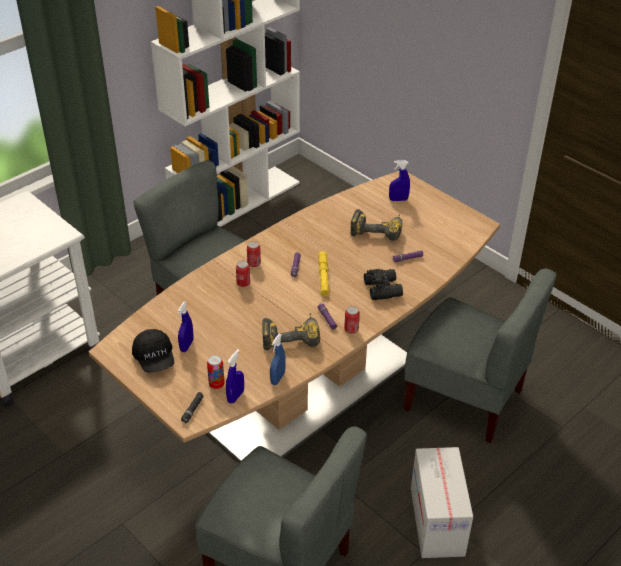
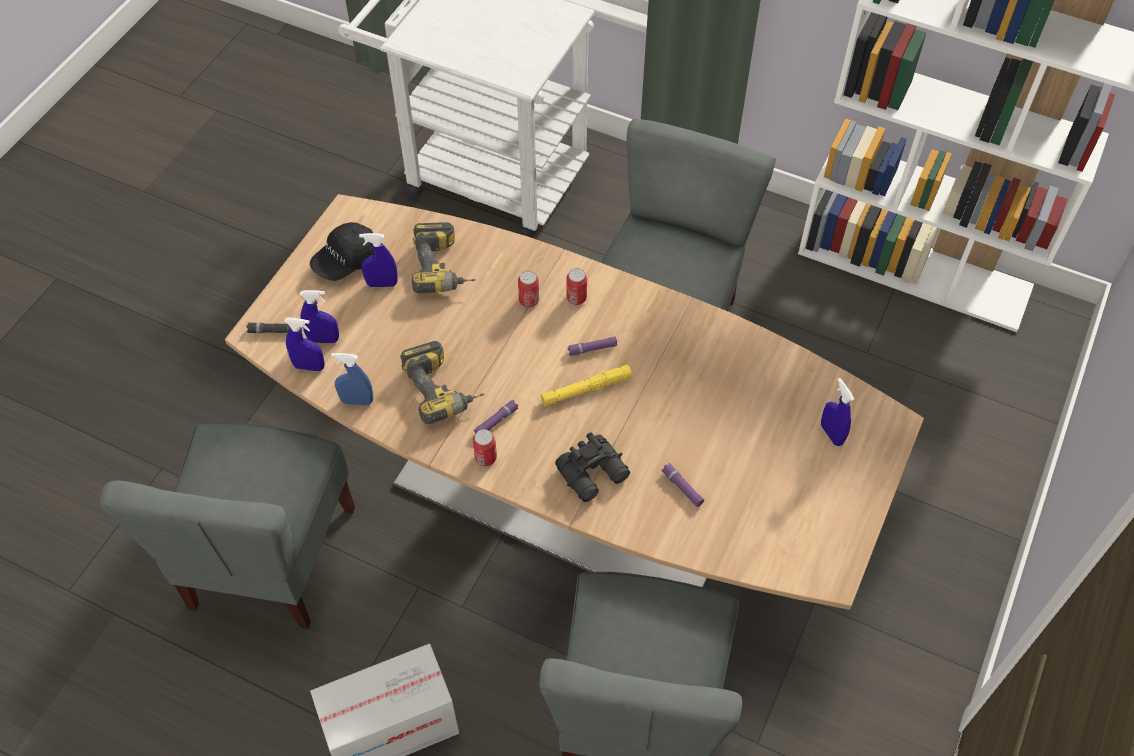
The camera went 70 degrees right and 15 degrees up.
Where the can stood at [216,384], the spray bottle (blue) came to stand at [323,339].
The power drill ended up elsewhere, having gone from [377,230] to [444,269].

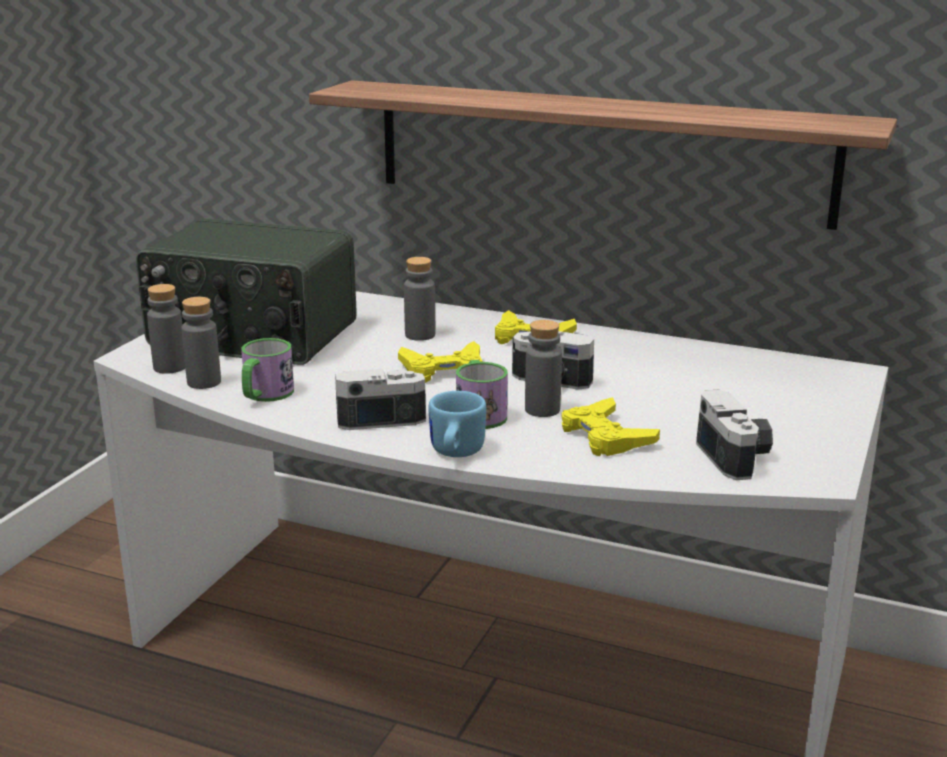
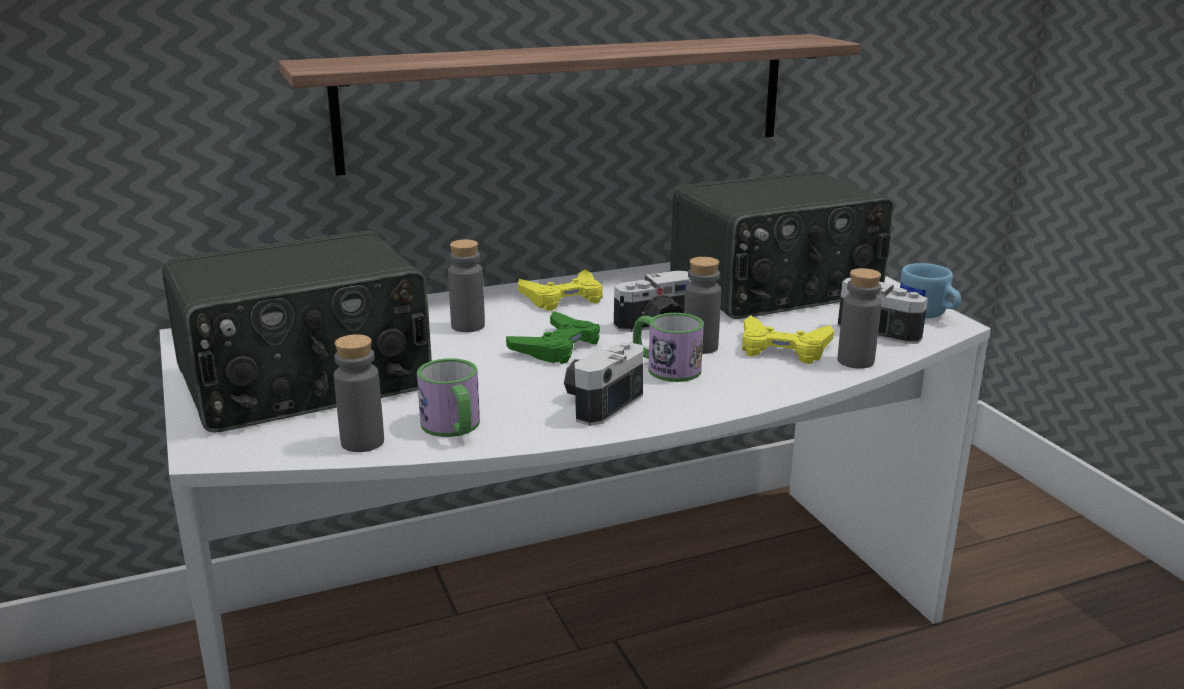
The camera went 45 degrees left and 0 degrees up.
The bottle (grey) ended up elsewhere, having gone from [170,367] to [855,361].
What was the game controller (yellow) at [443,370] turned into the game controller (green) at [557,346].
The mug (blue) ended up elsewhere, having gone from [454,453] to [927,316].
The second view gained the radio at [776,289].

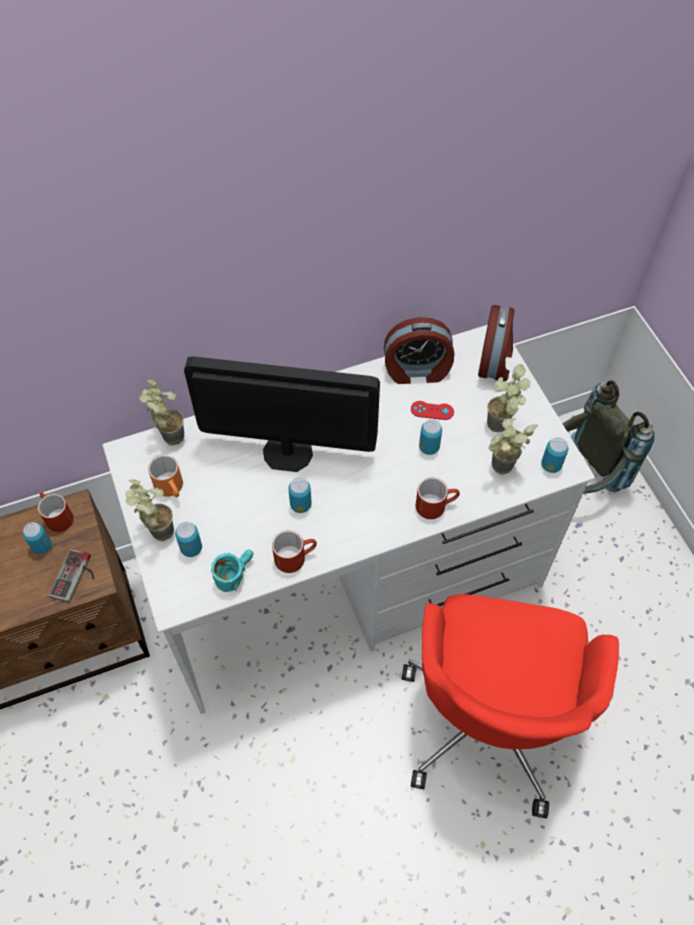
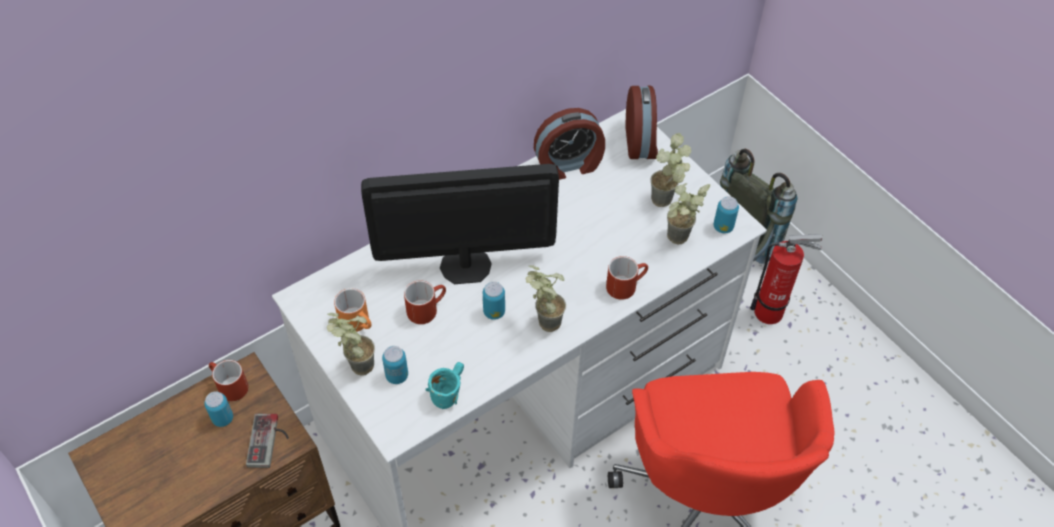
The camera went 15 degrees left and 5 degrees down.
The potted plant ended up elsewhere, having gone from [168,434] to [542,322].
The mug (red) ended up elsewhere, having gone from [295,556] to [426,308].
The second view lost the game controller (red) at [432,410].
The second view lost the can at [429,447].
The second view gained the fire extinguisher at [772,312].

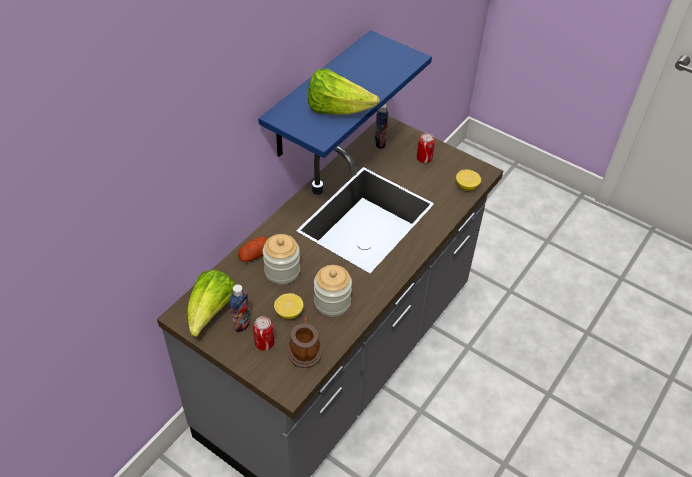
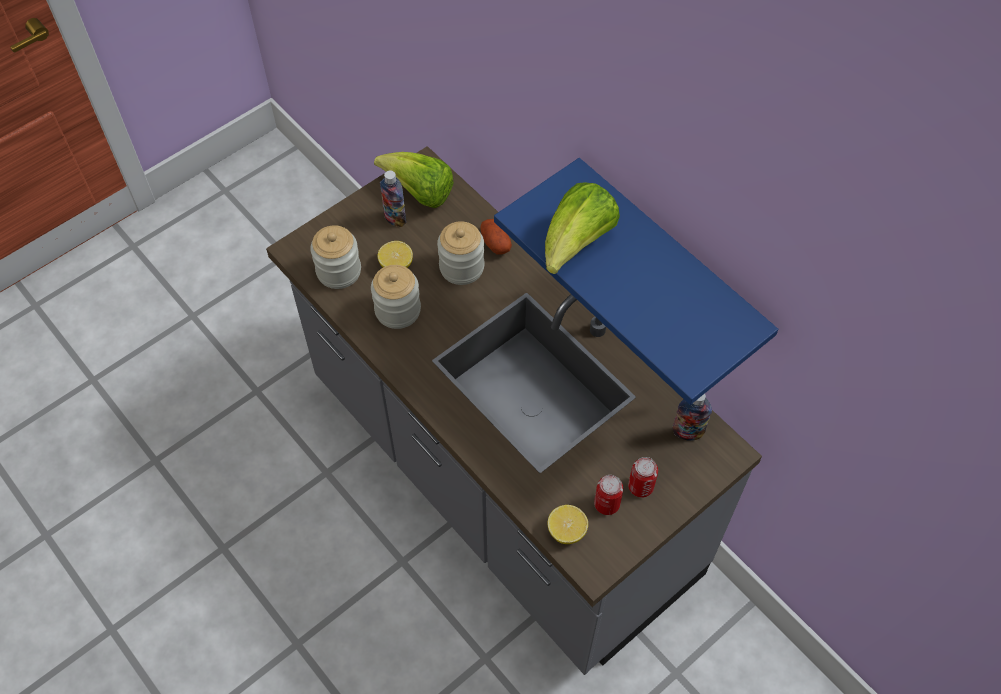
The camera went 105 degrees right and 10 degrees up.
The can ended up elsewhere, having gone from [264,343] to [606,504].
Where the mug stood at [305,350], the jar came to stand at [339,271].

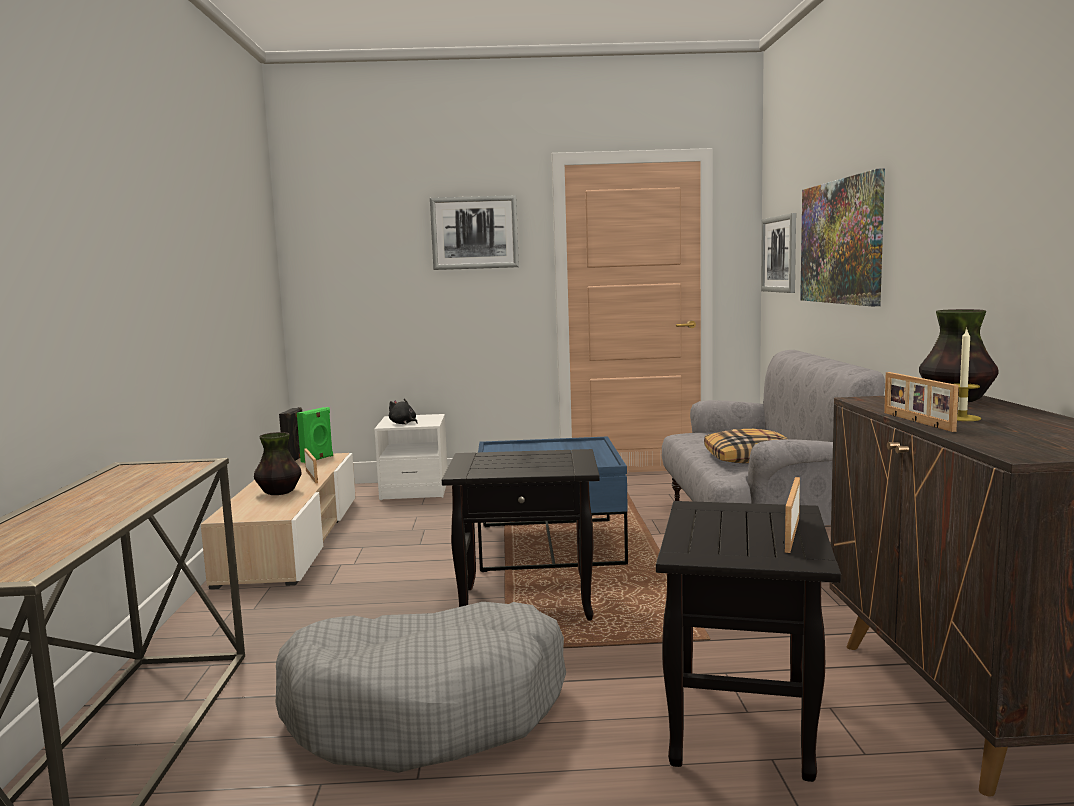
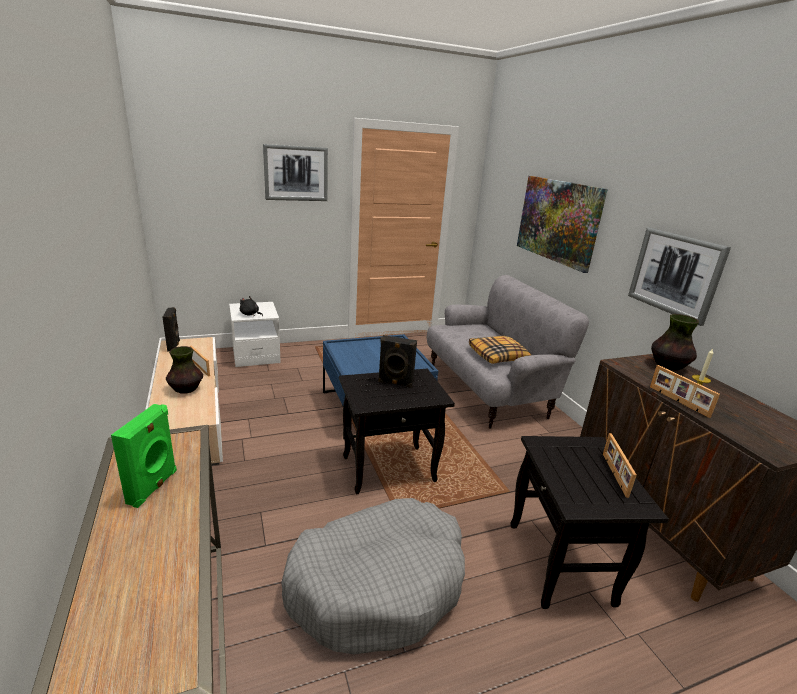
The camera went 20 degrees left and 15 degrees up.
The speaker (green) ended up elsewhere, having gone from [318,459] to [154,487].
The picture ended up elsewhere, having gone from [779,254] to [675,274].
The second view gained the speaker (black) at [395,383].

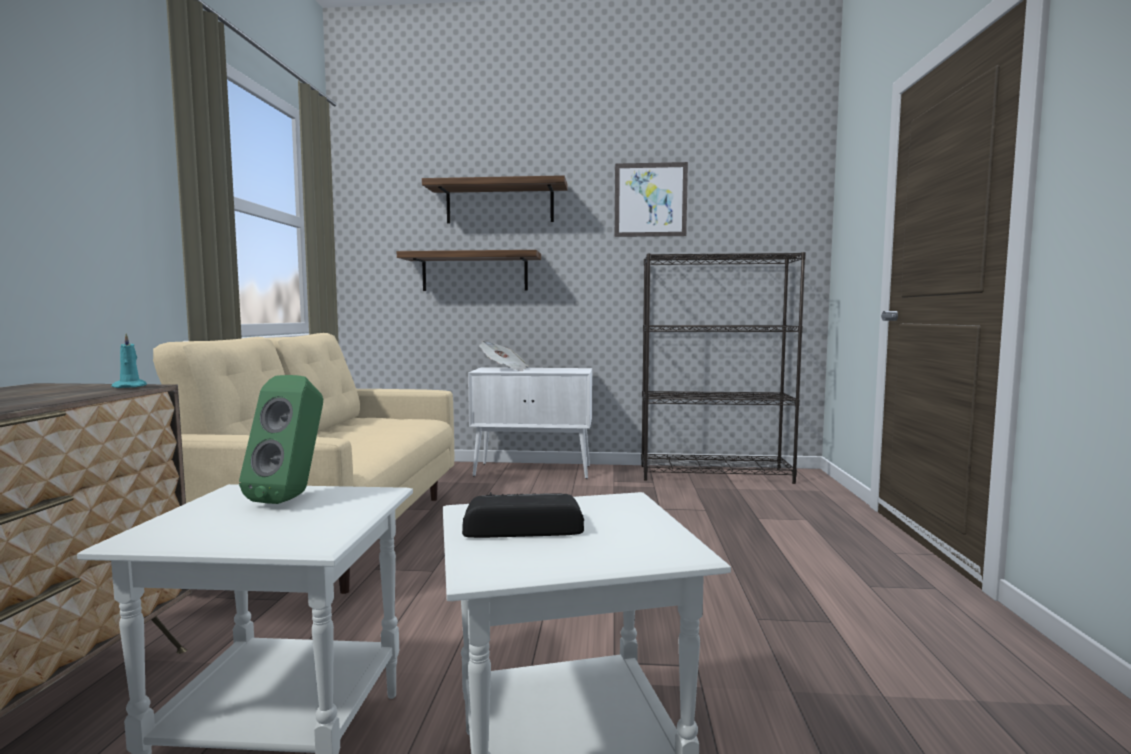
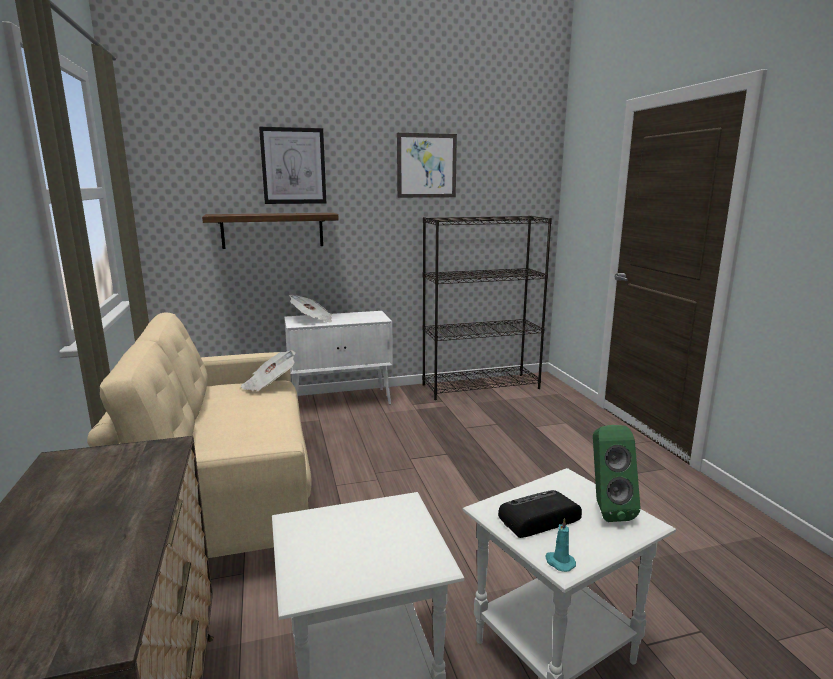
The camera went 20 degrees left and 10 degrees up.
The candle (turquoise) ended up elsewhere, having gone from [130,387] to [559,562].
The speaker (green) ended up elsewhere, having gone from [292,497] to [606,509].
Where the shelf hung at [500,204], the picture came to hang at [293,166].
The second view gained the newspaper at [269,385].

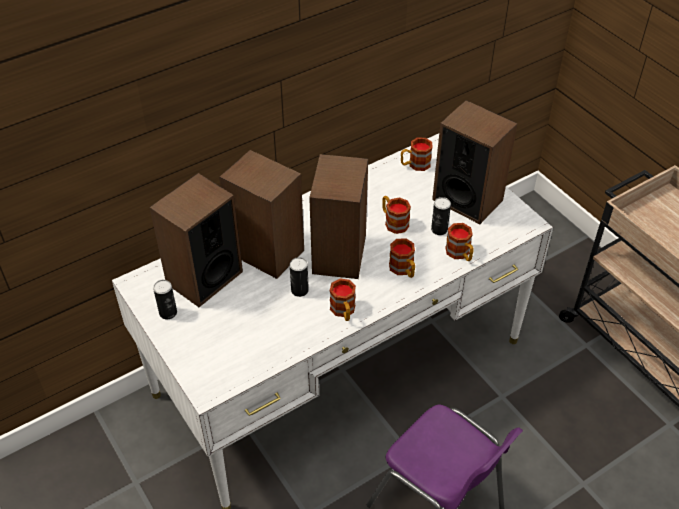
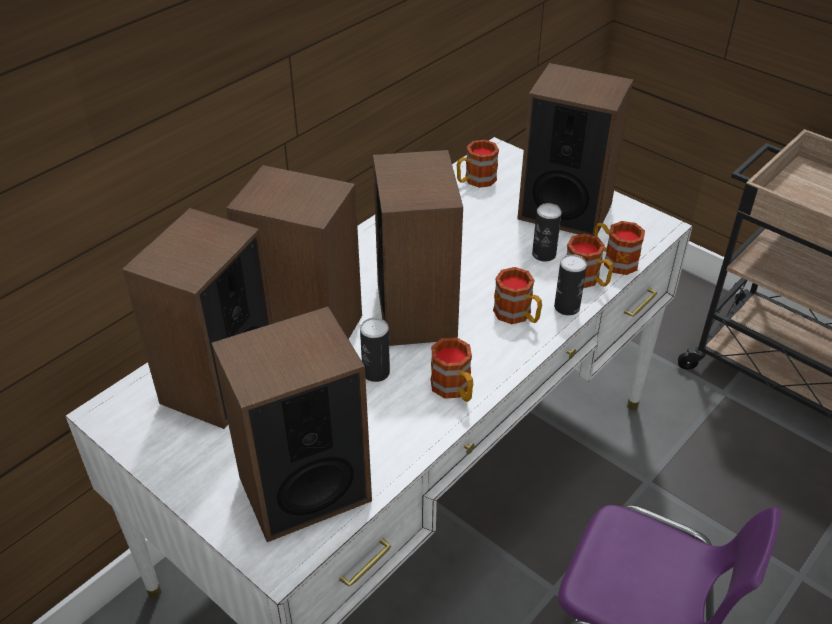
The camera went 15 degrees left and 5 degrees down.
The can ended up elsewhere, having gone from [168,312] to [566,307].
The mug ended up elsewhere, having gone from [393,222] to [613,260].
The second view gained the speaker at [304,488].

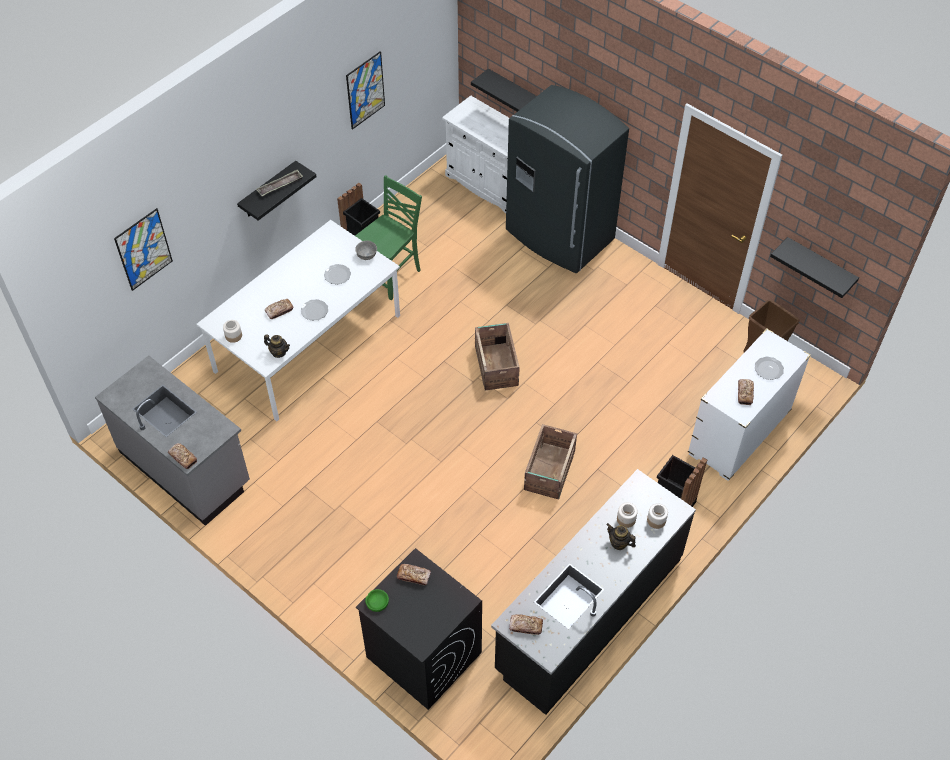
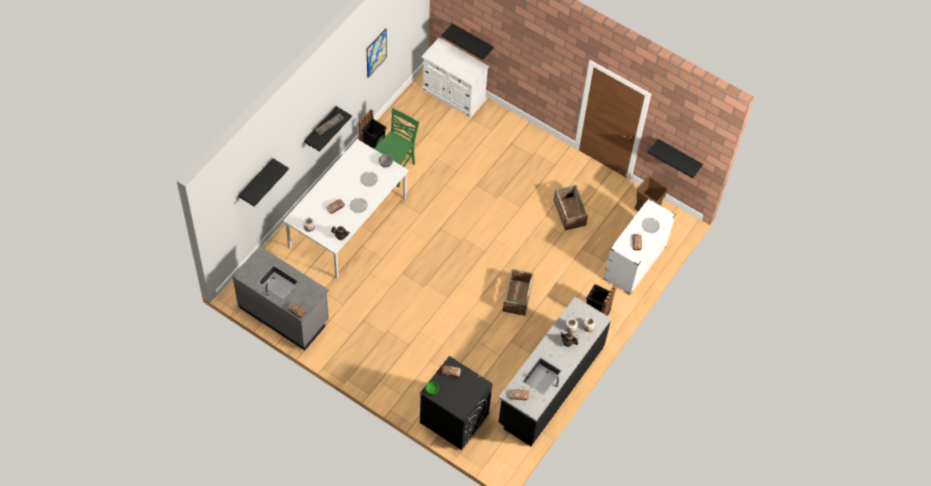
The camera went 10 degrees left and 5 degrees up.
Where the picture hung at [143,249], the shelf (black) came to hang at [256,181].
The crate ended up elsewhere, having gone from [496,365] to [569,212].
The second view lost the fridge (grey) at [558,236].

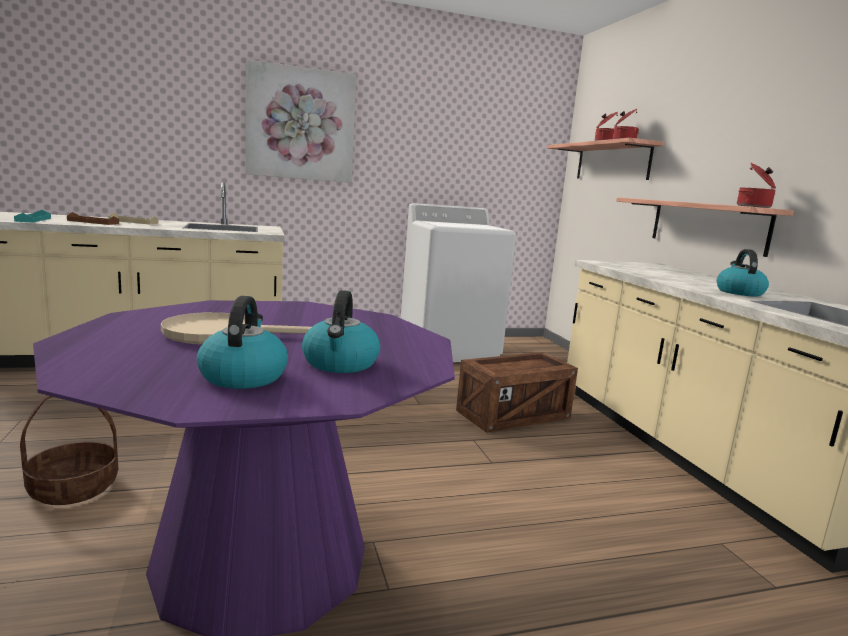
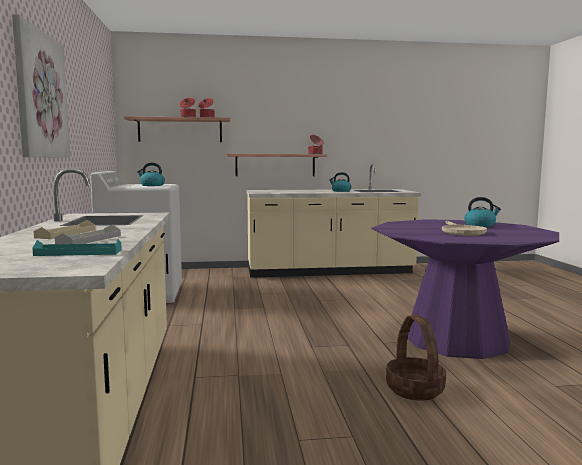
The camera went 80 degrees left and 5 degrees down.
What was the tray (brown) at [93,222] turned into the tray (grey) at [89,240].
The kettle ended up elsewhere, having gone from [243,376] to [152,185].
The second view lost the crate at [513,415].

